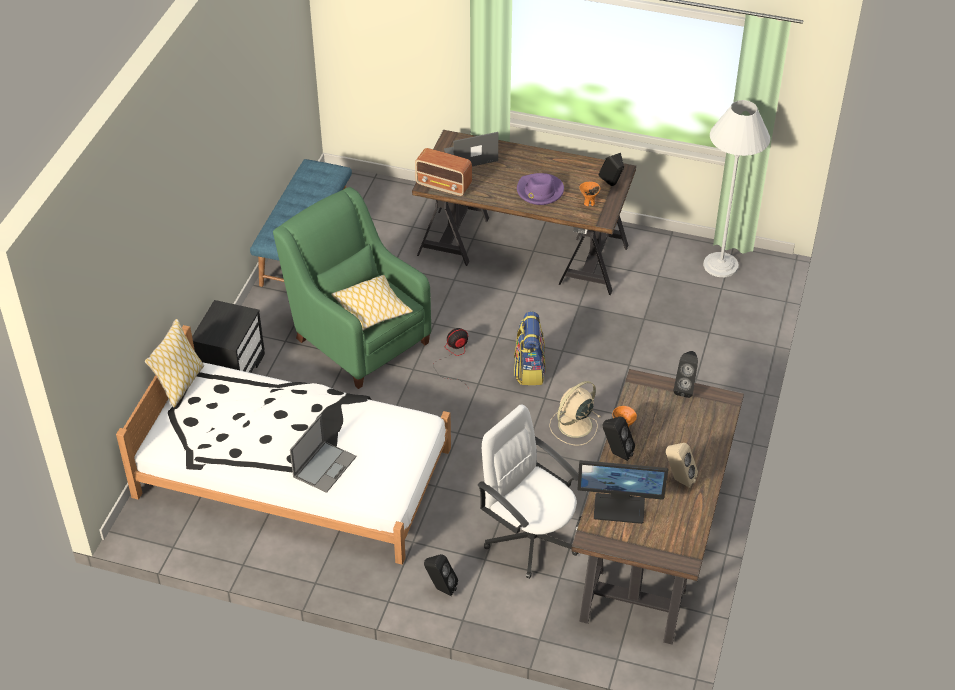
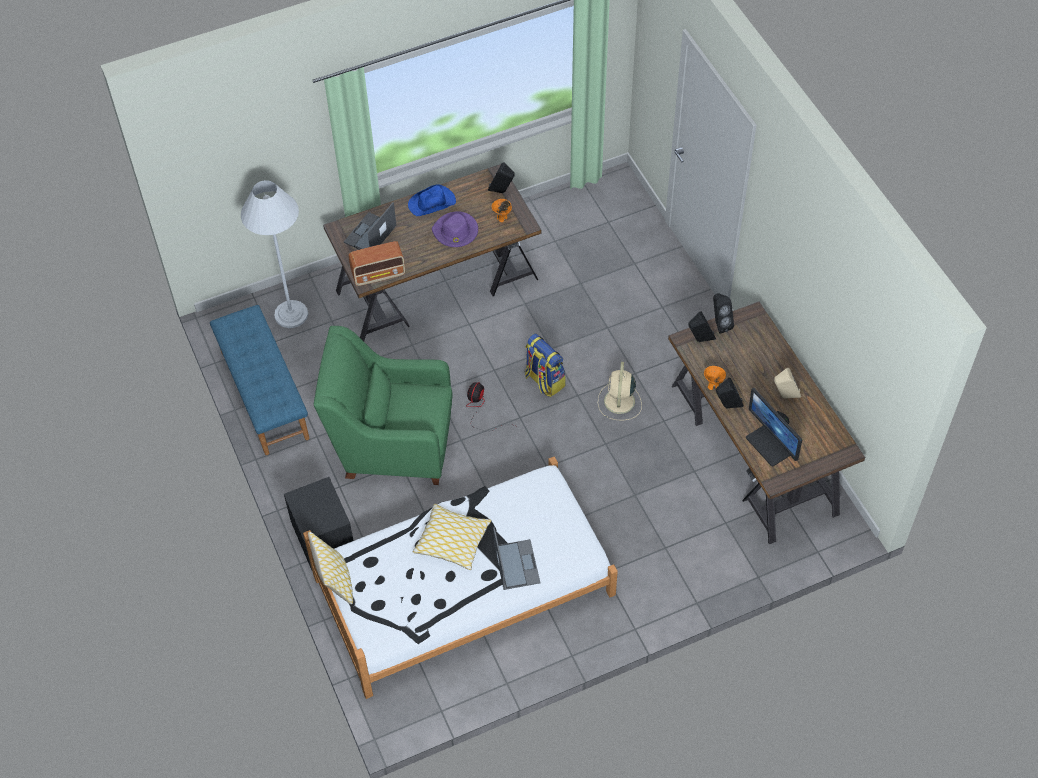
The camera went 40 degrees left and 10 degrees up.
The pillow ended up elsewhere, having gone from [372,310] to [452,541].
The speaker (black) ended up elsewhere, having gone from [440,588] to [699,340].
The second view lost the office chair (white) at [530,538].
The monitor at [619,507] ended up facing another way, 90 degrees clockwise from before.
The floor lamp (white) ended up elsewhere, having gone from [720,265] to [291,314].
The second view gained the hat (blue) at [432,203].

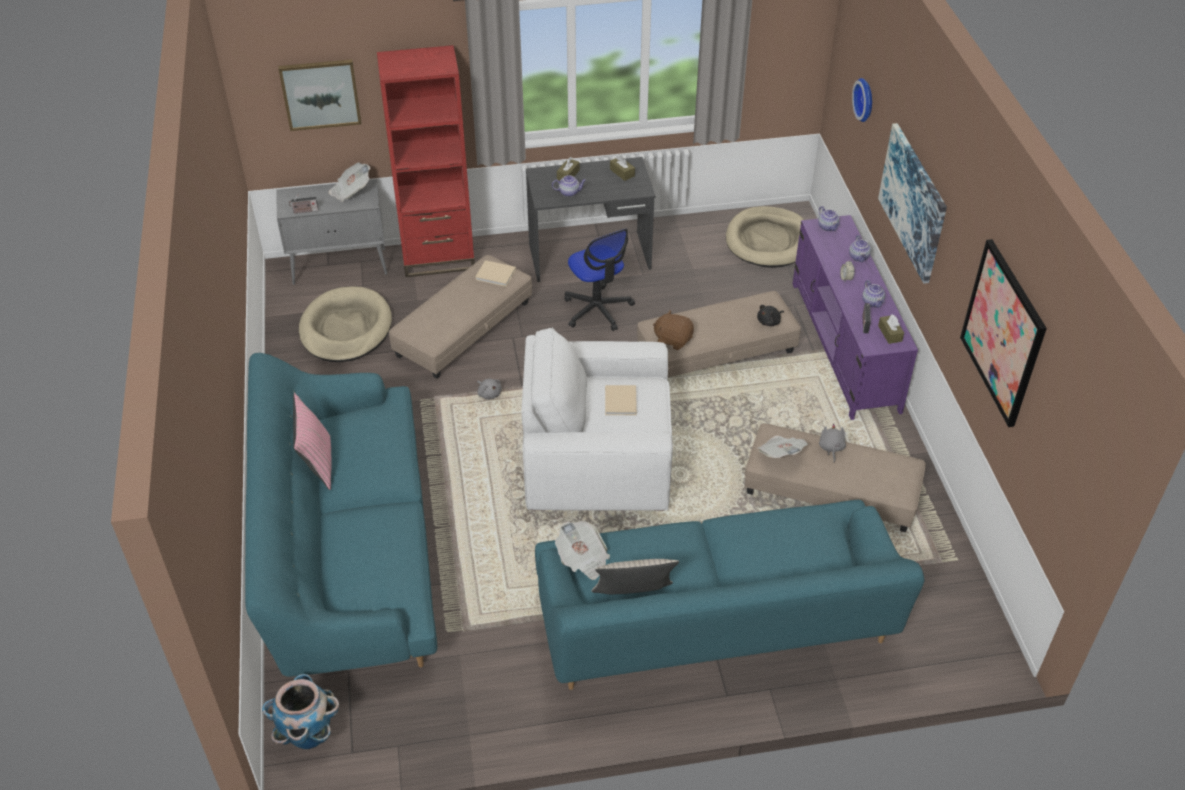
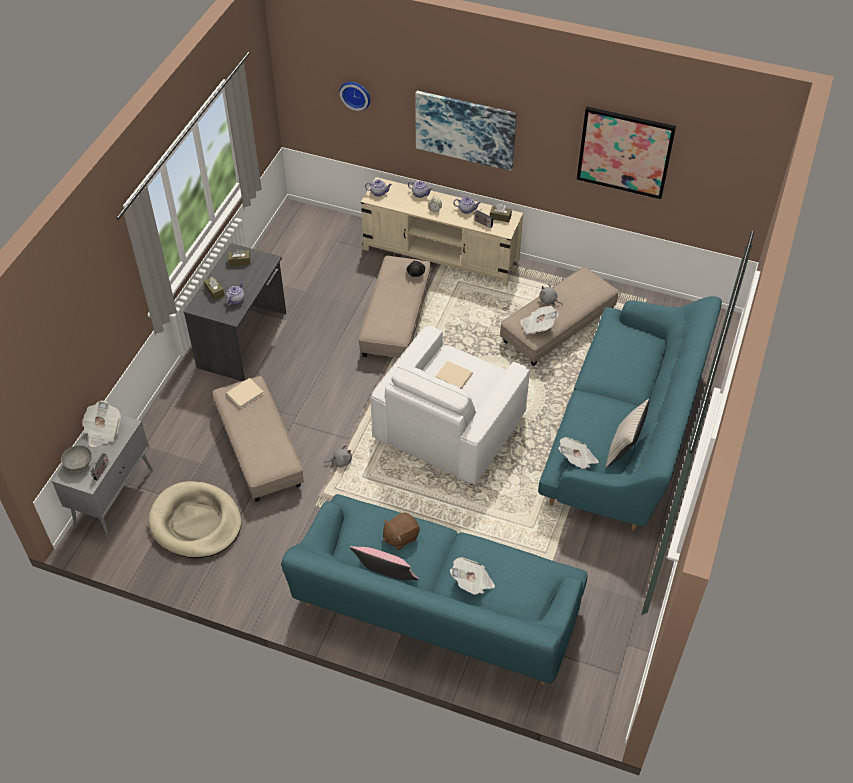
The camera went 60 degrees left and 5 degrees up.
The second view lost the planter at [308,734].
The second view lost the picture at [320,94].
The second view lost the bookcase (red) at [438,258].
The second view lost the office chair at [597,309].
The plush toy (brown) ended up elsewhere, having gone from [673,339] to [400,537].
The second view lost the dog bed (beige) at [768,241].
What was the tv stand (purple) at [844,346] turned into the tv stand (beige) at [441,255].
The second view gained the bowl (grey) at [78,465].
The second view gained the newspaper at [472,582].

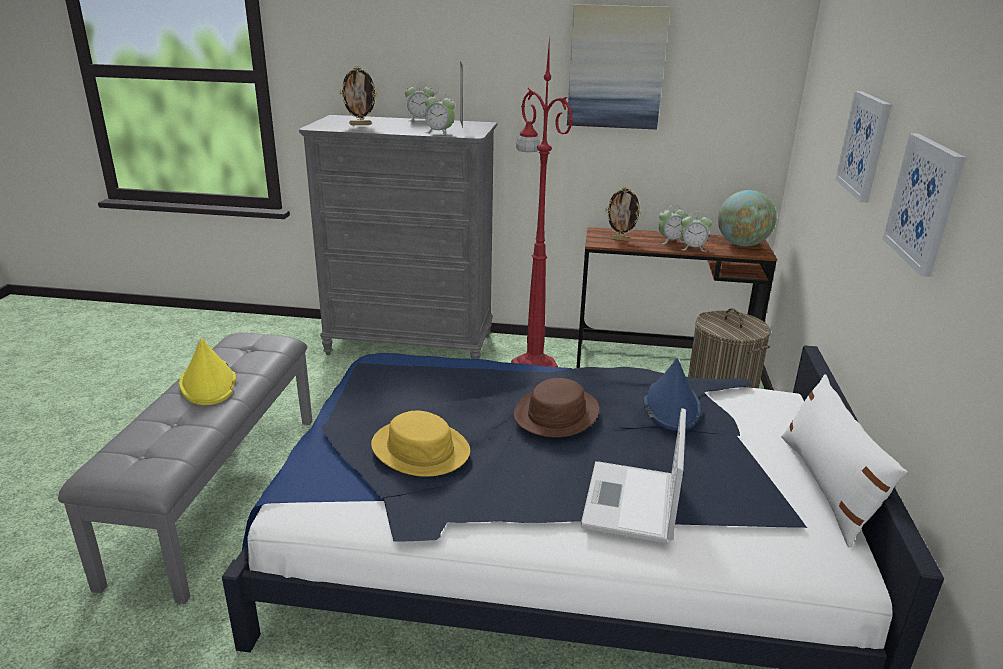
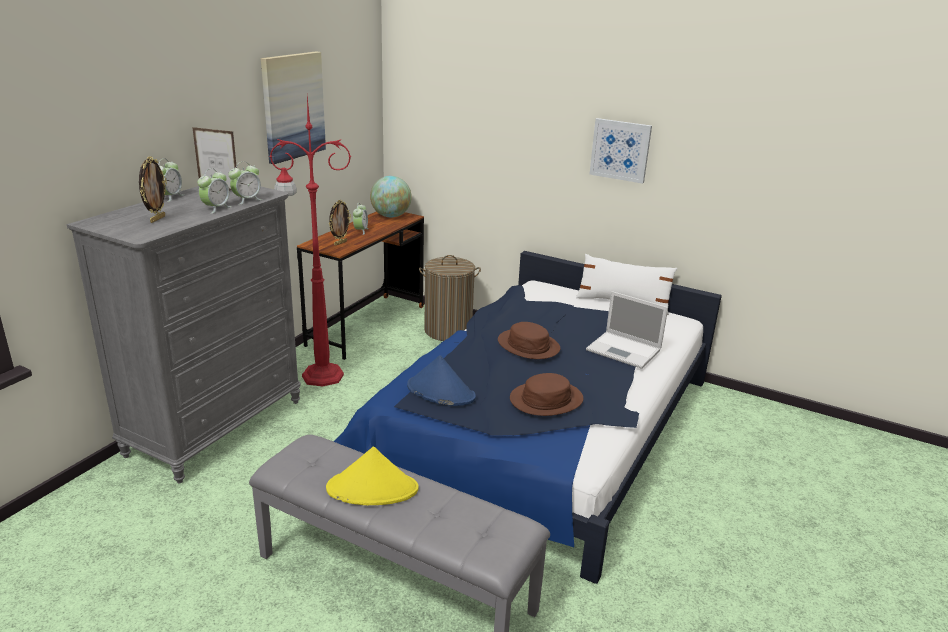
The camera went 70 degrees left and 0 degrees up.
What was the hat (yellow) at [421,449] turned into the hat (brown) at [546,399].
The hat (blue) ended up elsewhere, having gone from [671,406] to [440,392].
The alarm clock ended up elsewhere, having gone from [692,248] to [216,208].
The second view lost the picture at [864,145].

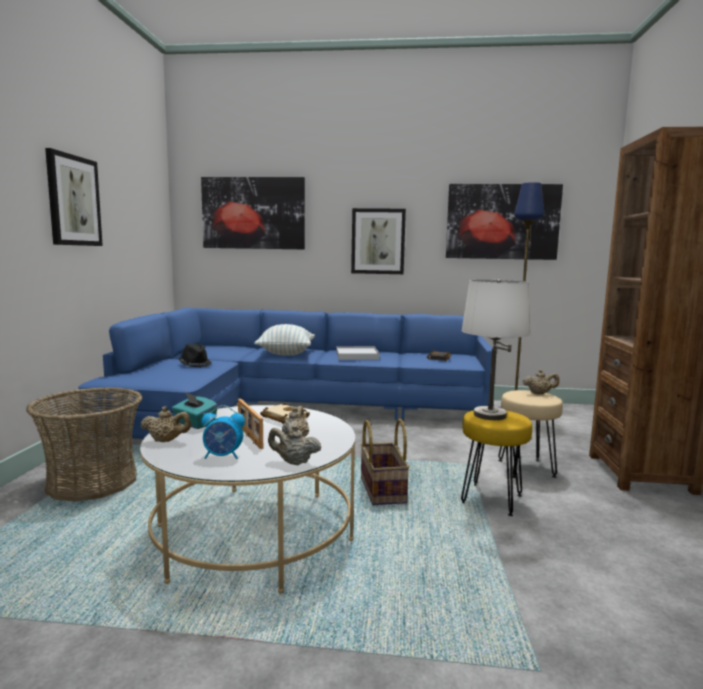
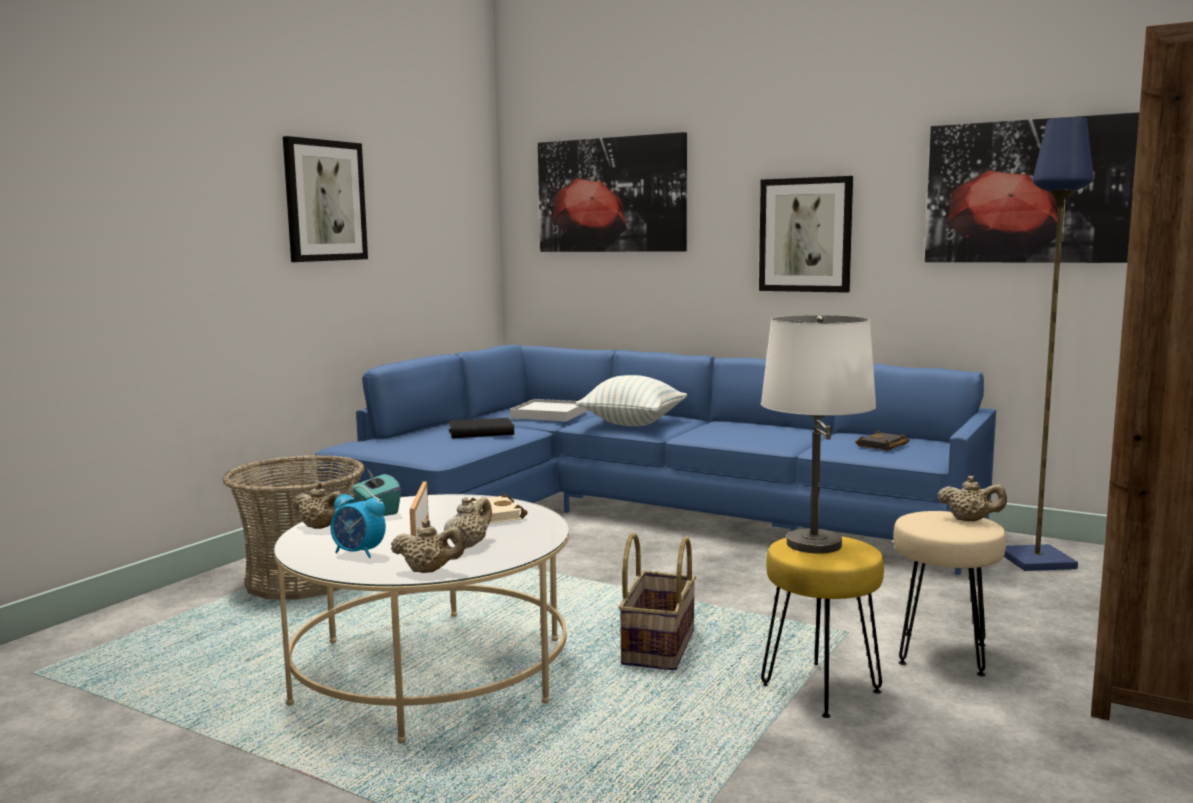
The camera went 25 degrees right and 0 degrees up.
Where the hat (black) stood at [195,364], the book (black) came to stand at [481,432].
The teapot (beige) at [294,462] ended up facing another way, 150 degrees clockwise from before.
The tray (white) ended up elsewhere, having gone from [357,355] to [550,414].

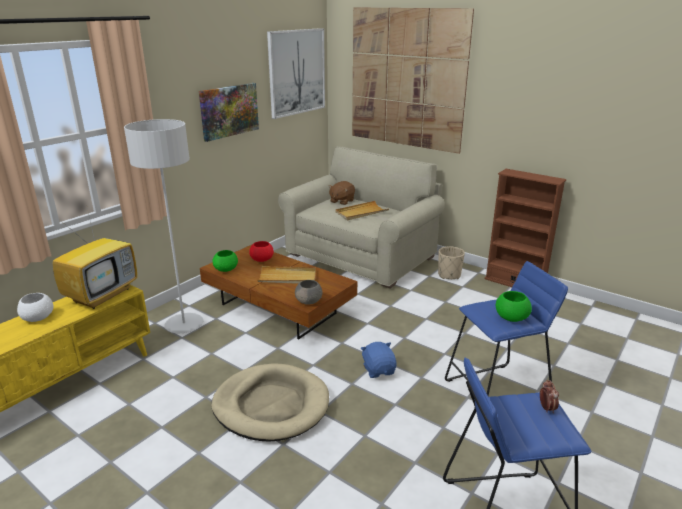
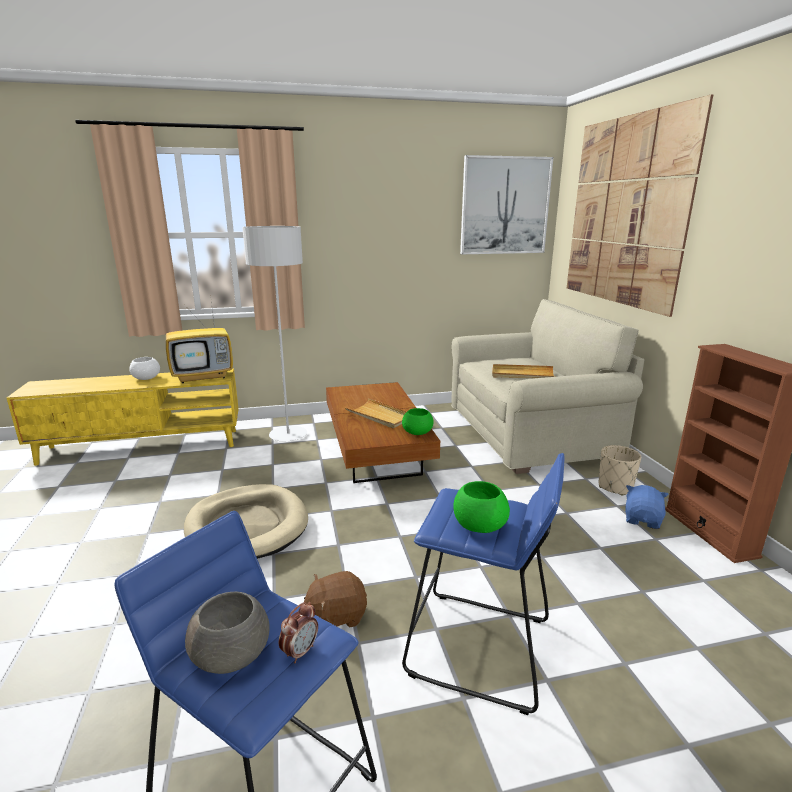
The camera went 40 degrees right and 5 degrees down.
The second view lost the picture at [229,111].
The bowl (green) ended up elsewhere, having gone from [226,269] to [418,432].
The second view lost the bowl (red) at [262,259].
The bowl (grey) ended up elsewhere, having gone from [309,301] to [233,655].
The plush toy (brown) ended up elsewhere, having gone from [341,201] to [336,616].
The plush toy (blue) ended up elsewhere, having gone from [379,370] to [642,520].

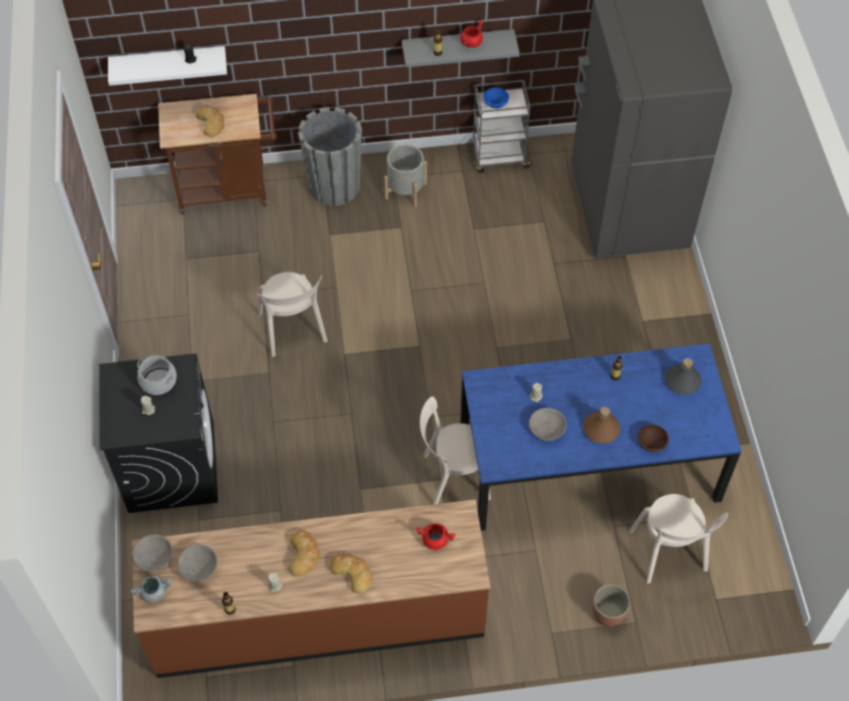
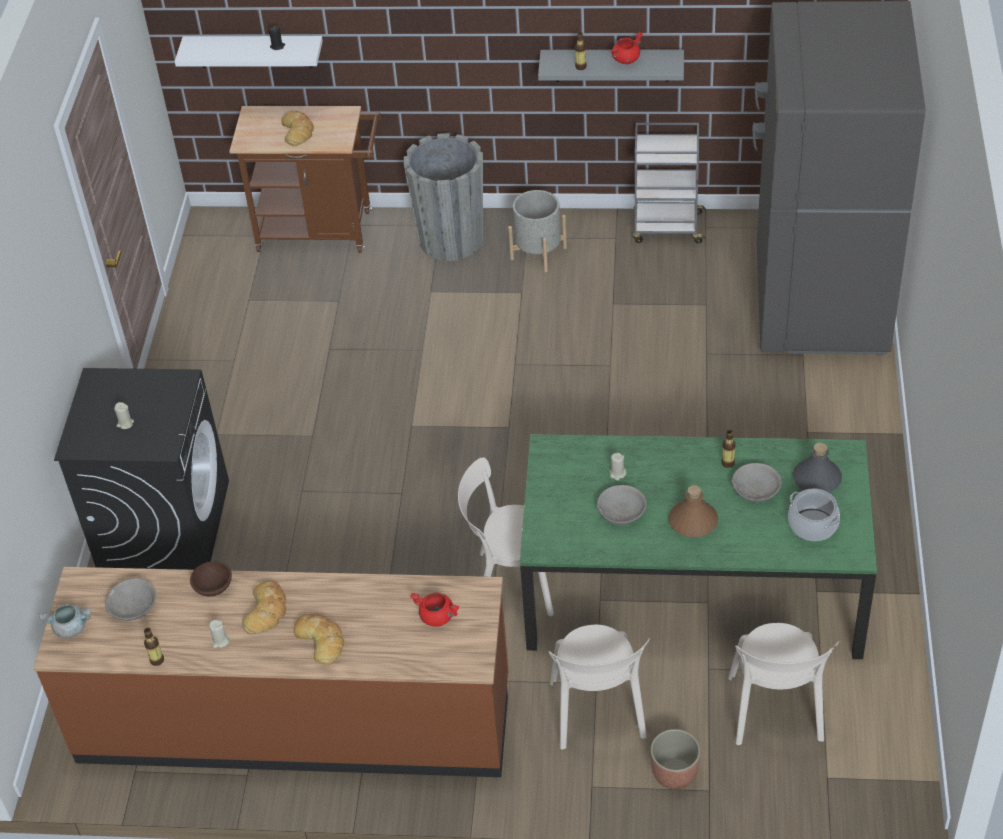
The camera went 15 degrees right and 10 degrees down.
The bowl (grey) ended up elsewhere, having gone from [154,557] to [756,490].
The cooking pot ended up elsewhere, having gone from [158,381] to [812,525].
The chair (beige) ended up elsewhere, having gone from [293,331] to [598,714].
What was the dining table (blue) at [589,462] turned into the dining table (green) at [694,588].
The second view lost the bowl (blue) at [495,102].
The bowl (brown) ended up elsewhere, having gone from [651,442] to [213,586].

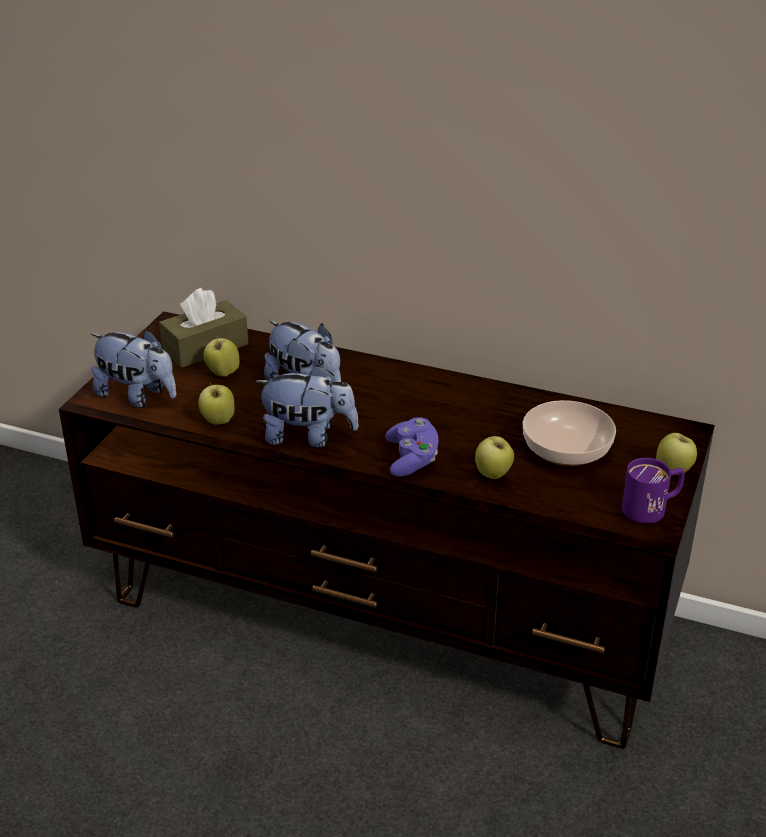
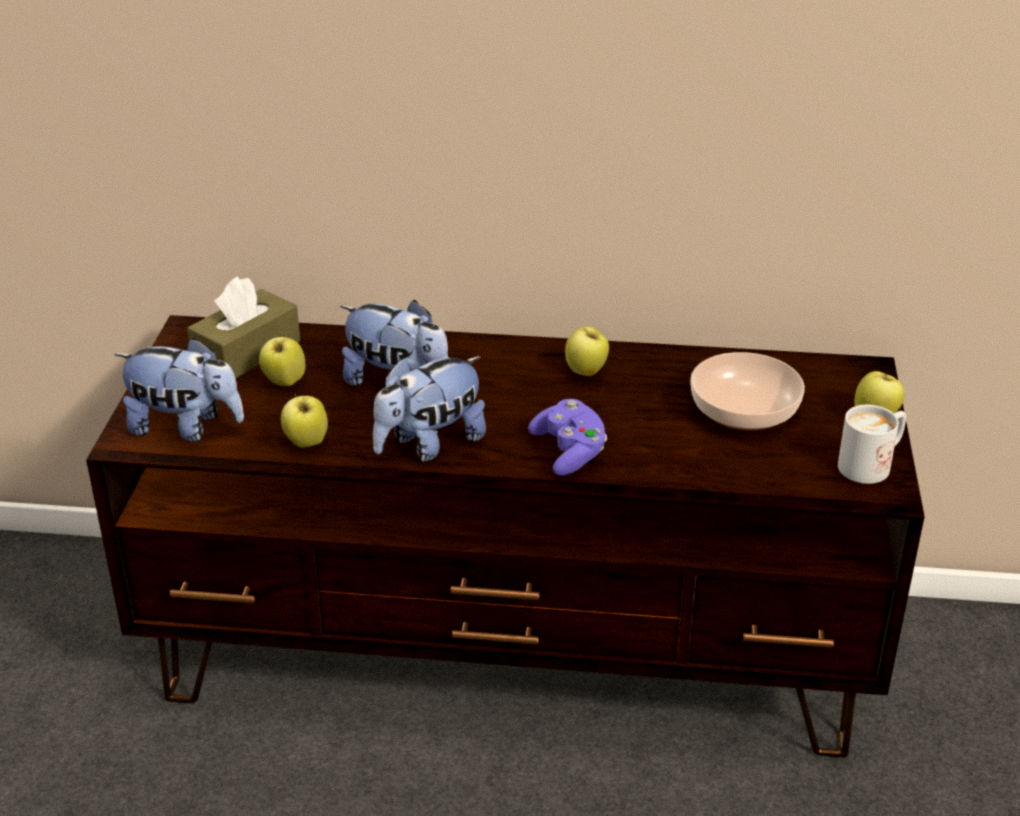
The camera went 15 degrees left and 0 degrees up.
The plush toy at [308,437] ended up facing another way, 150 degrees clockwise from before.
The apple ended up elsewhere, having gone from [493,475] to [586,372].
What was the mug (purple) at [652,508] turned into the mug (white) at [872,464].

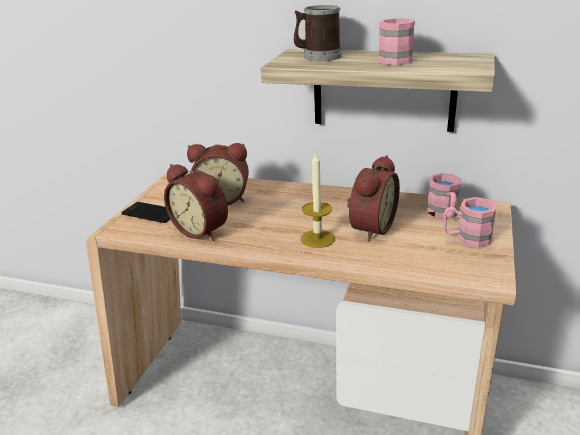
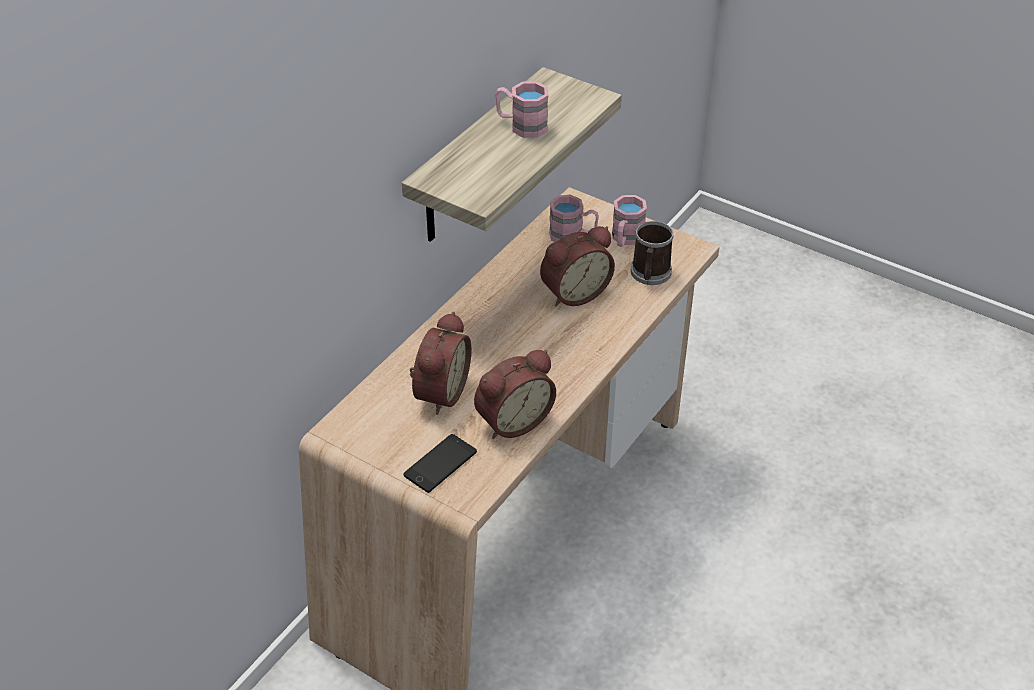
The camera went 75 degrees left and 15 degrees up.
The mug ended up elsewhere, having gone from [318,57] to [650,275].
The second view lost the candle at [317,239].
The alarm clock at [370,227] ended up facing another way, 105 degrees clockwise from before.

